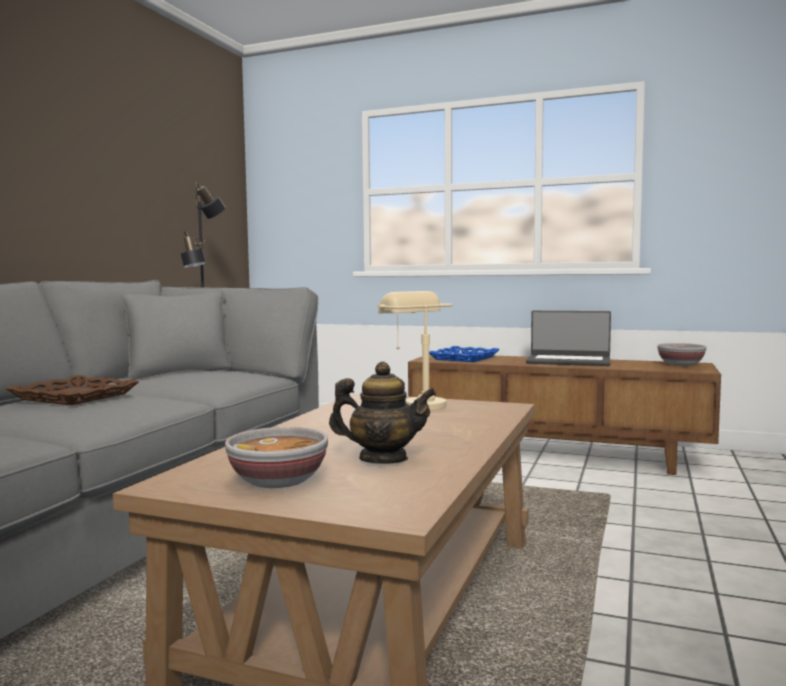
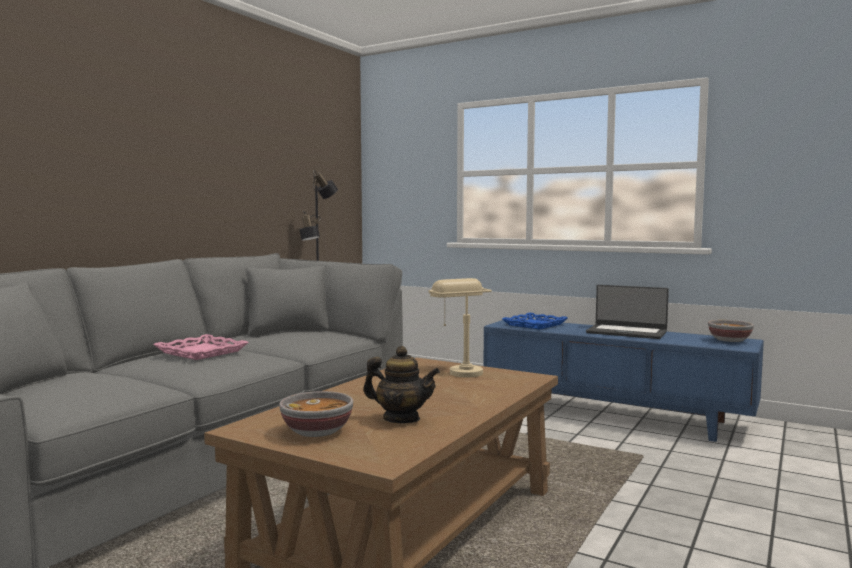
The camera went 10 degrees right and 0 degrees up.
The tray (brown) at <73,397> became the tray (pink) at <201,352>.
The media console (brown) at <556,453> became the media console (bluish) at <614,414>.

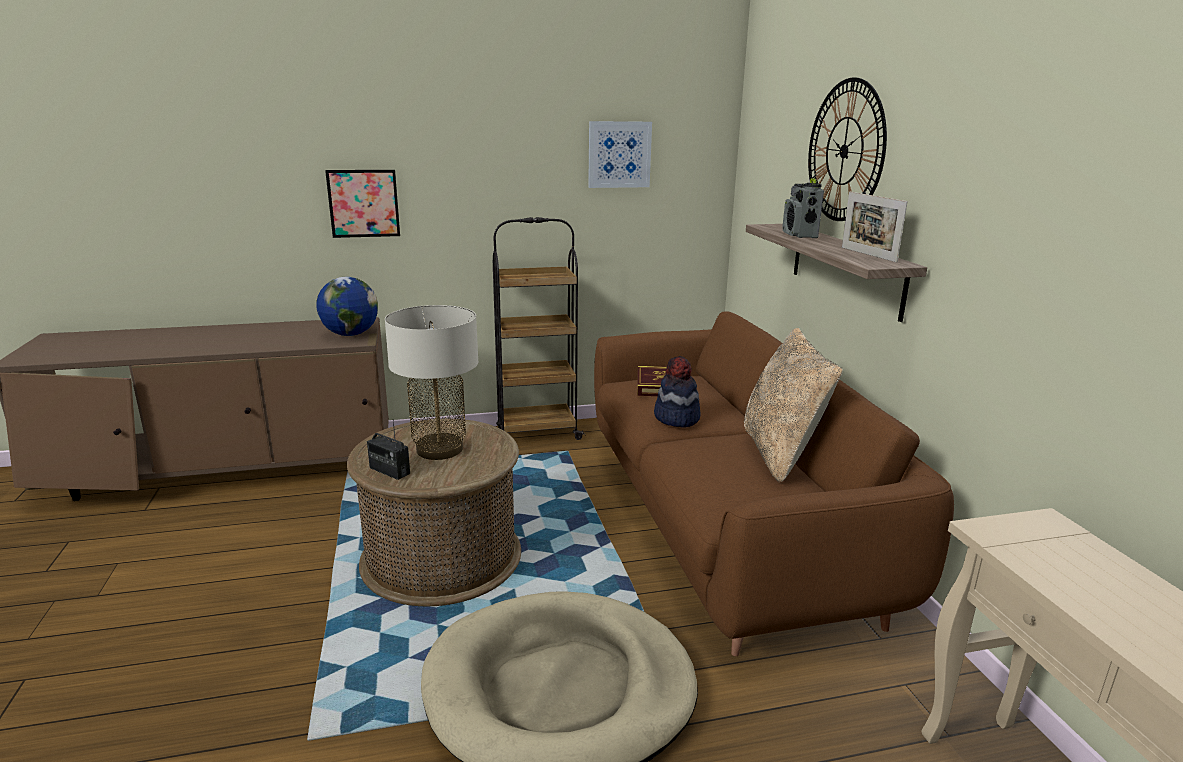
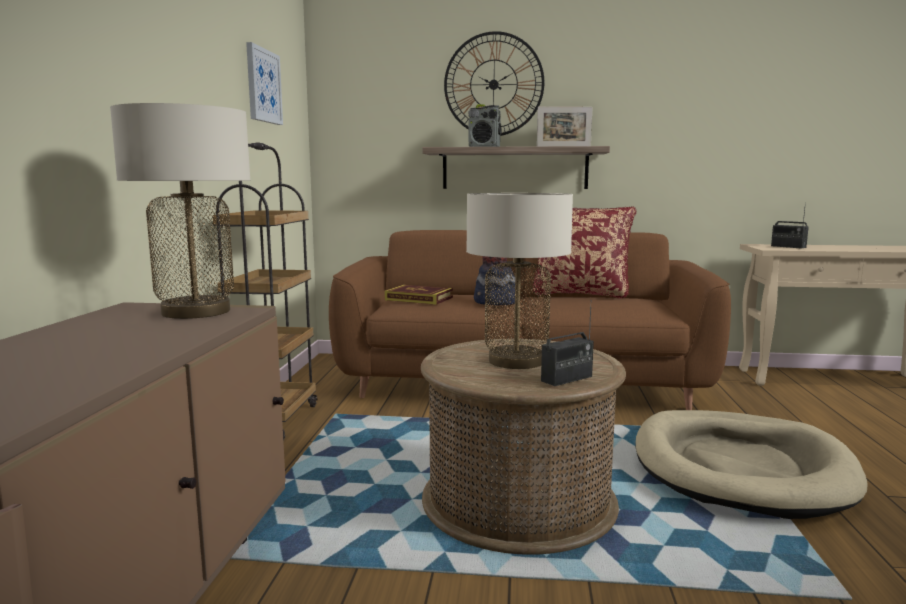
The camera went 70 degrees left and 10 degrees down.
The world globe at <350,334> was replaced by the tabletop lamp at <196,312>.
The picture at <363,203> disappeared.
The throw pillow (sand-coloured) at <779,458> became the throw pillow (red) at <581,295>.
The radio at <788,246> appeared.

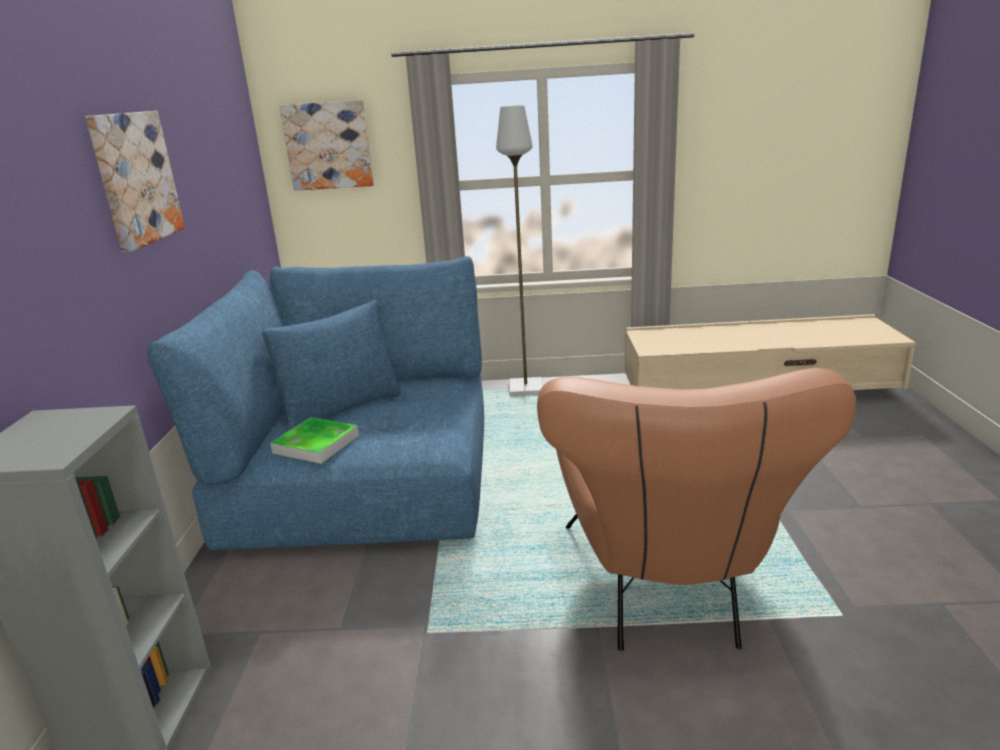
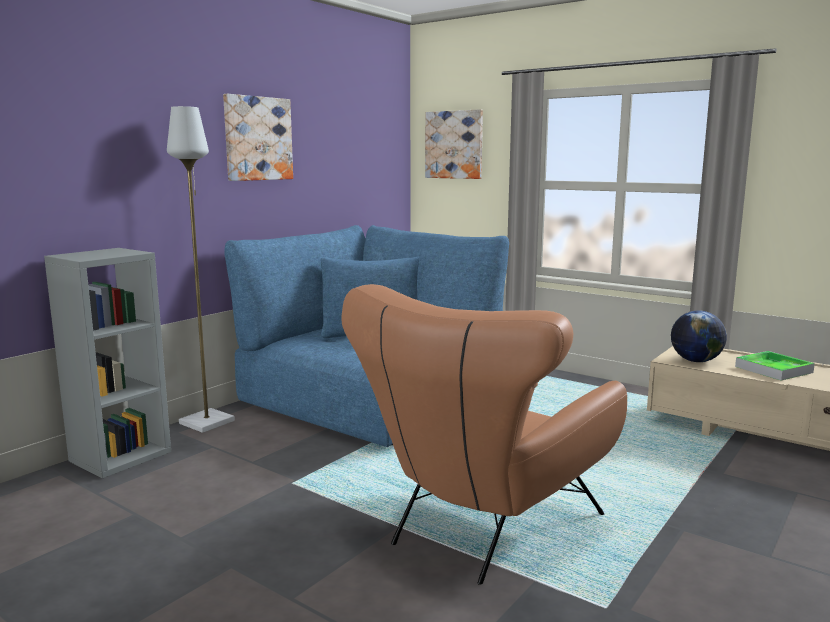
The camera went 35 degrees right and 10 degrees down.
The tray moved from <316,444> to <773,369>.
The floor lamp (greyish) moved from <525,388> to <207,422>.
The world globe at <695,361> appeared.

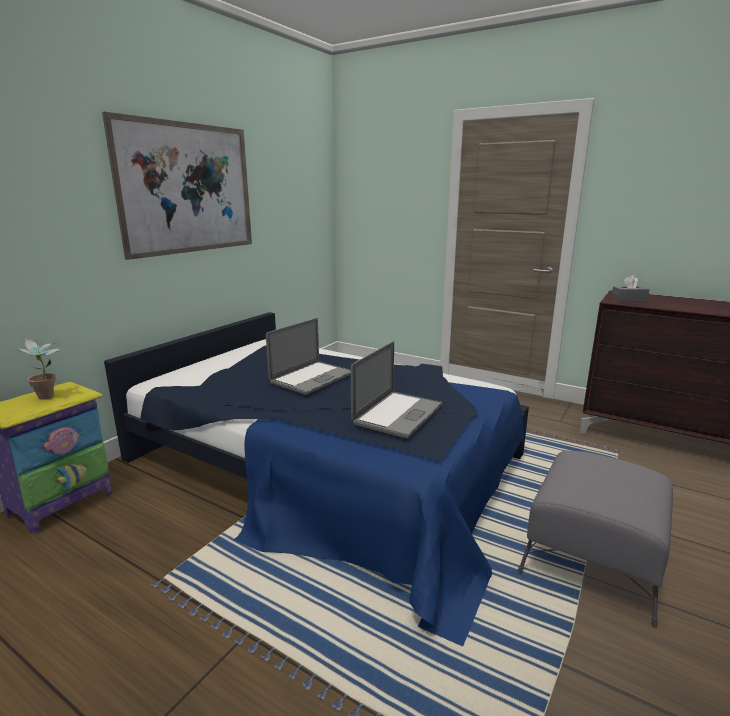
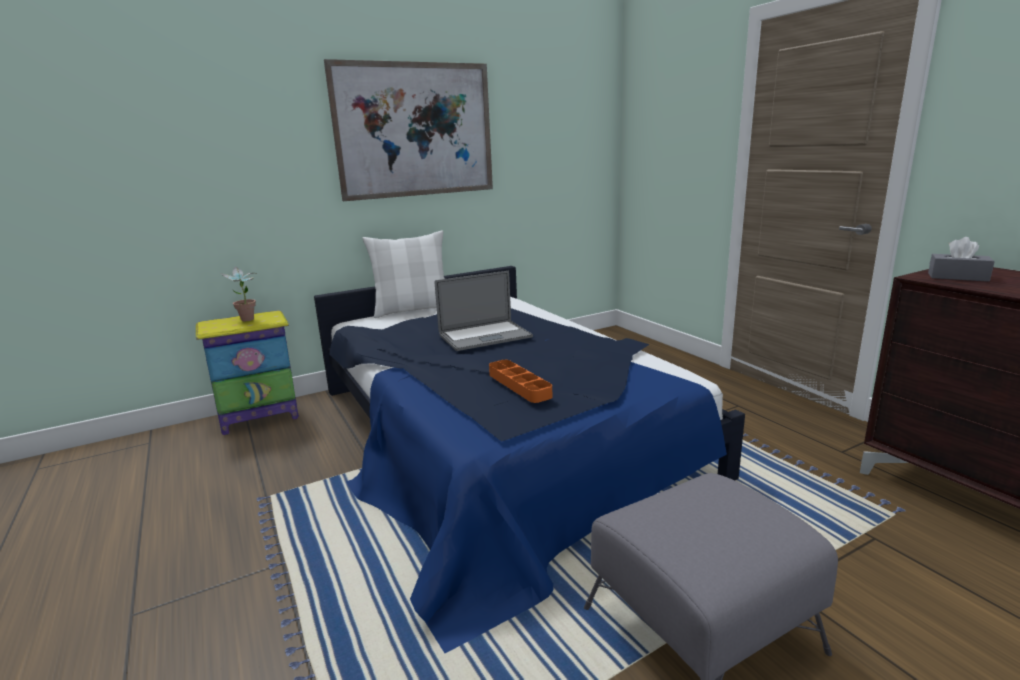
The camera went 30 degrees right and 0 degrees up.
The portable computer at <398,414> was replaced by the tray (orange-coloured) at <519,385>.
The throw pillow (whitish) at <413,310> appeared.

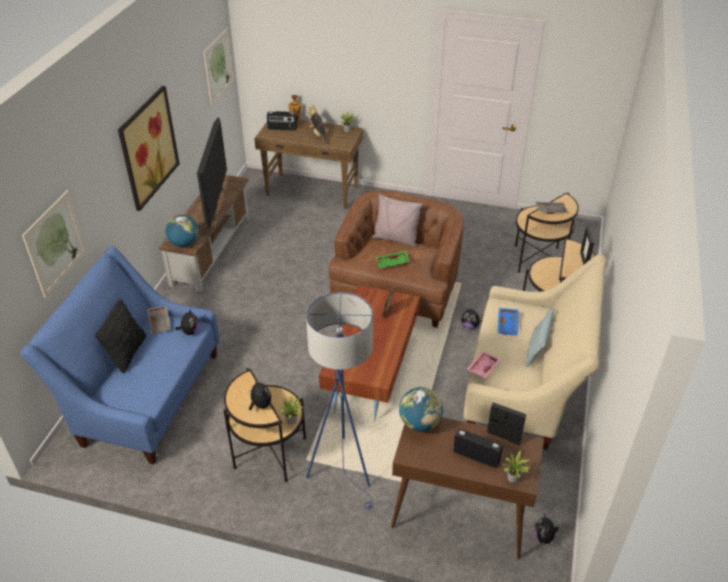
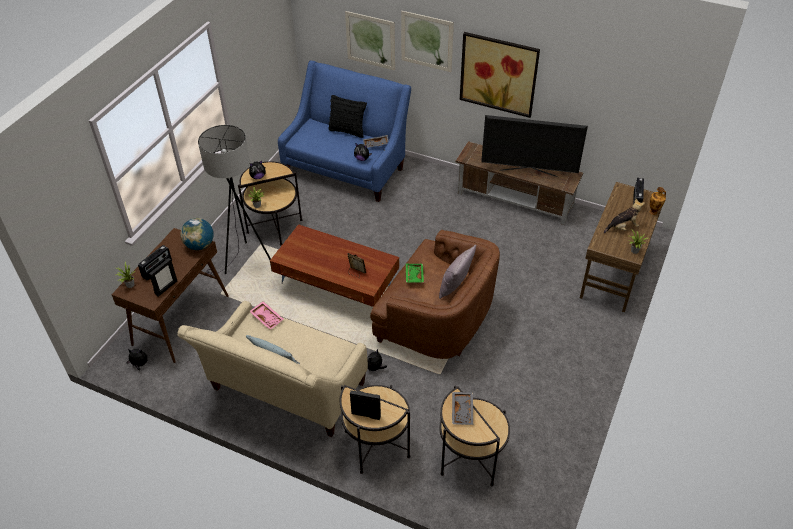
The camera went 100 degrees right and 5 degrees up.
The world globe at <184,243> disappeared.
The picture moved from <218,66> to <426,41>.
The floor lamp (bluish) at <344,469> became the floor lamp (greyish) at <245,262>.
The tray (bluish) at <508,325> disappeared.

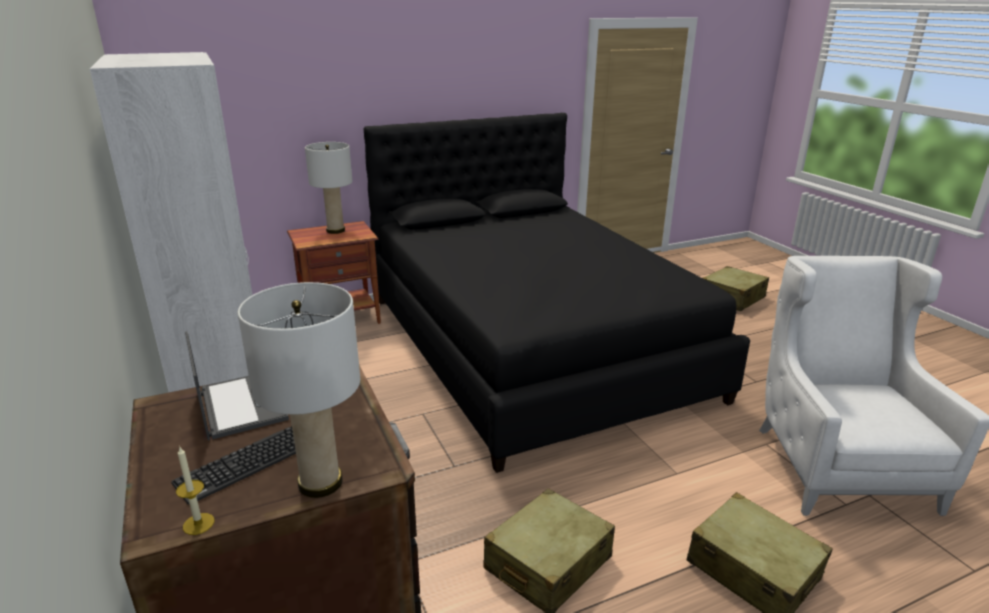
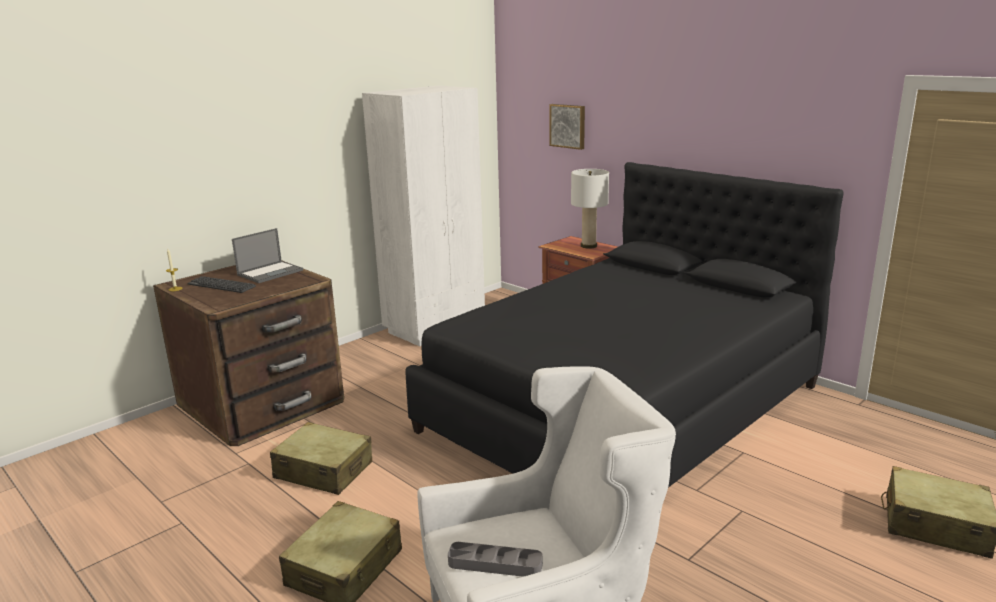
The camera went 70 degrees right and 5 degrees down.
The tabletop lamp (whitish) at <319,483> disappeared.
The tray (greyish) at <495,564> appeared.
The picture at <568,126> appeared.

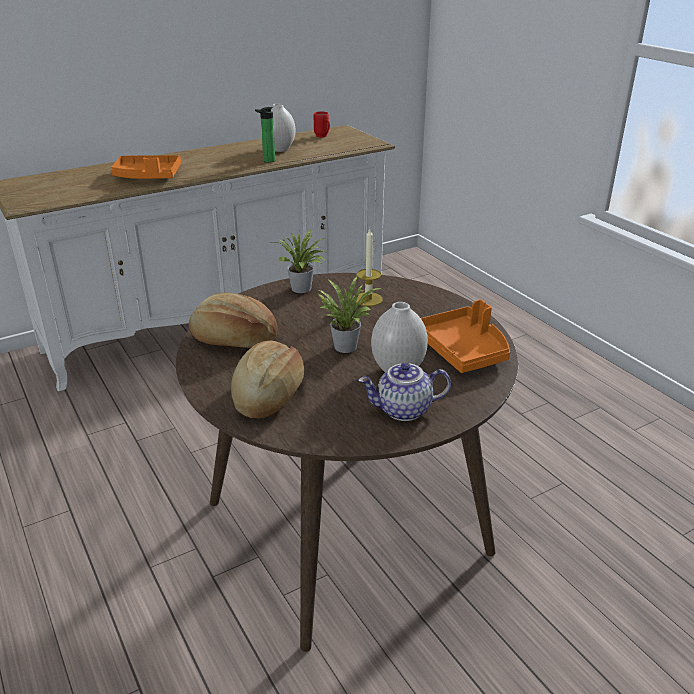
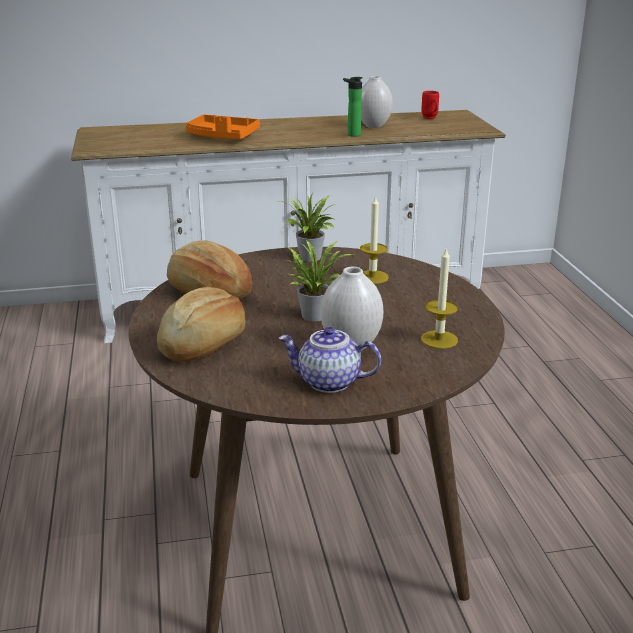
The camera went 20 degrees right and 5 degrees down.
The tray (orange-coloured) at <463,350> was replaced by the wax candle at <439,339>.

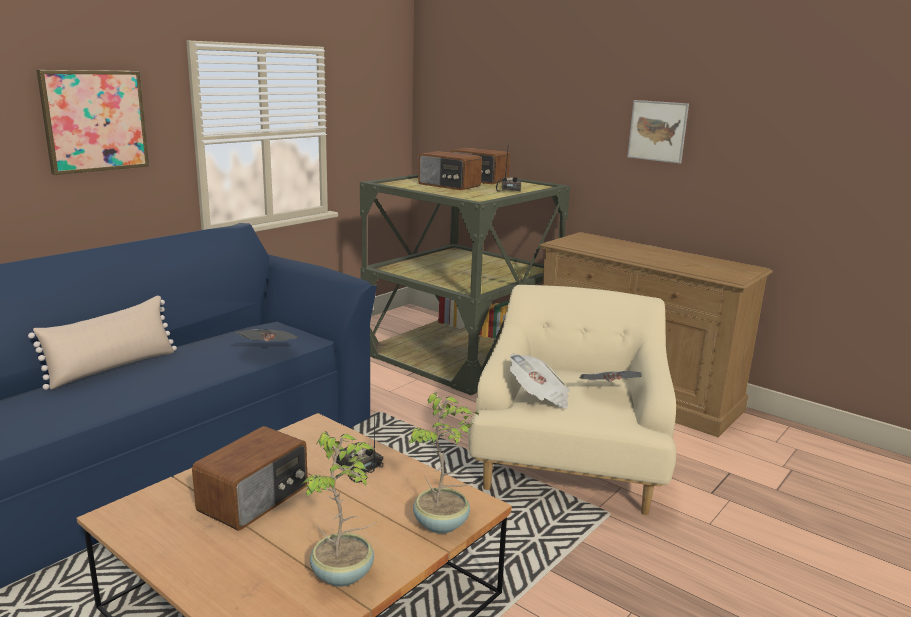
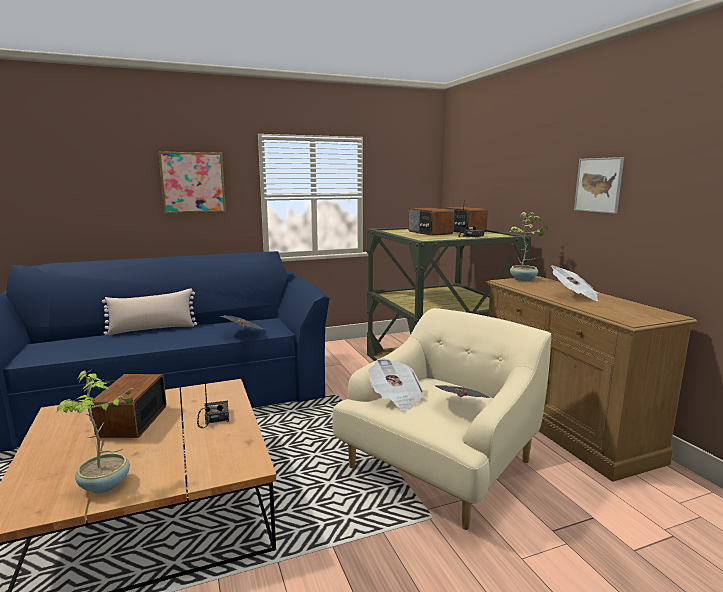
The camera went 30 degrees right and 5 degrees down.
The radio at <255,499> turned 120 degrees clockwise.
The plant in a pot moved from <442,524> to <523,279>.
The printed paper at <574,296> appeared.

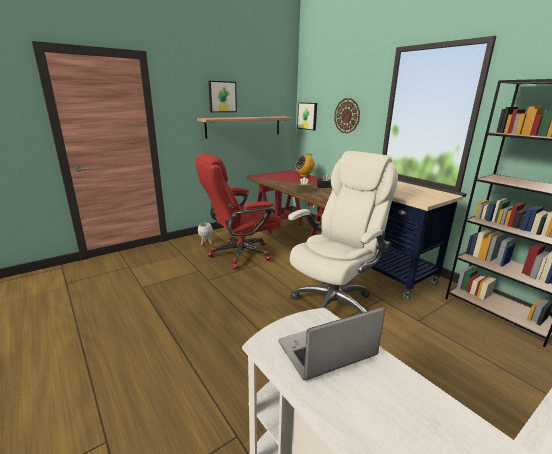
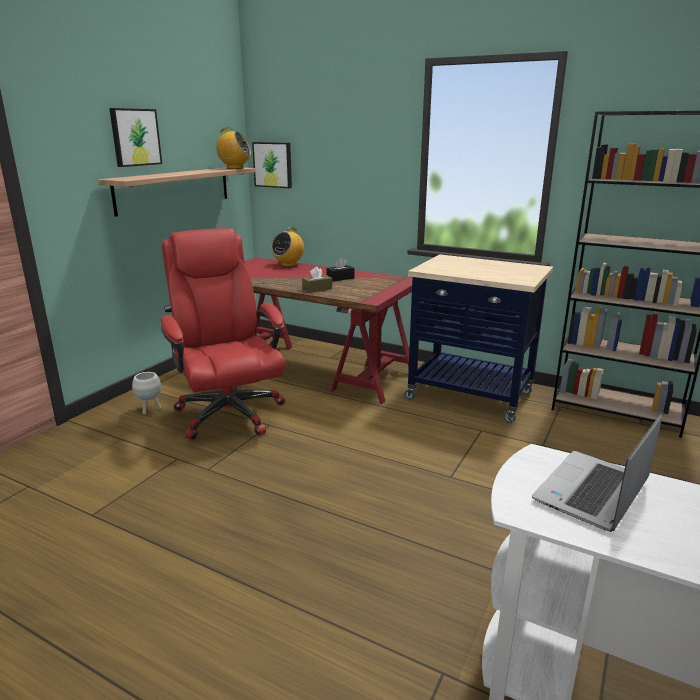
The camera went 25 degrees left and 0 degrees up.
The desk chair (red) at <241,254> turned 120 degrees clockwise.
The desk chair (whitish) at <334,303> disappeared.
The hanging clock at <347,116> disappeared.
The radio at <234,168> appeared.

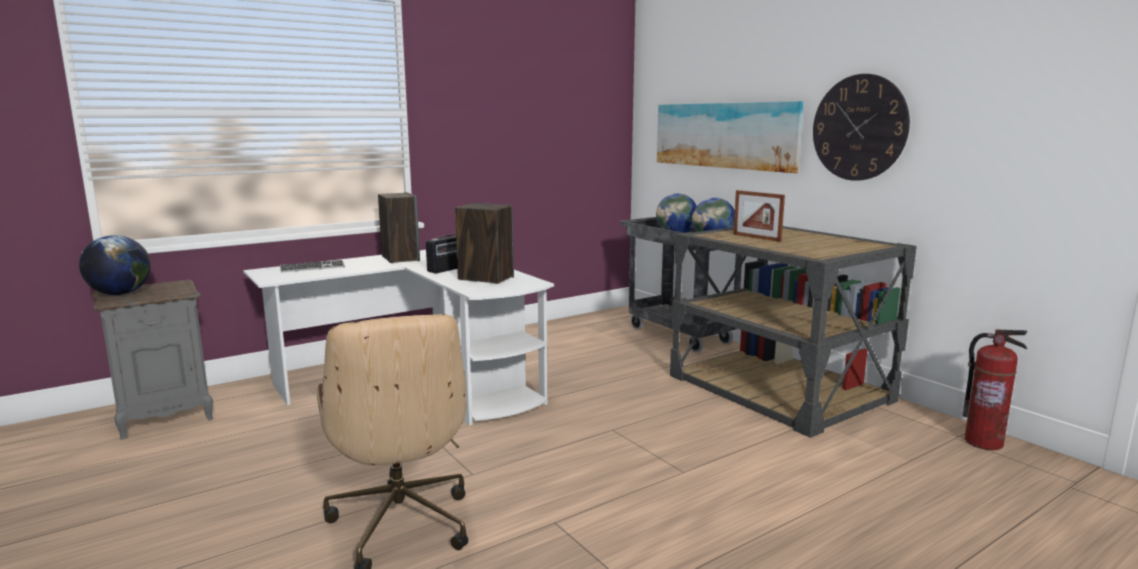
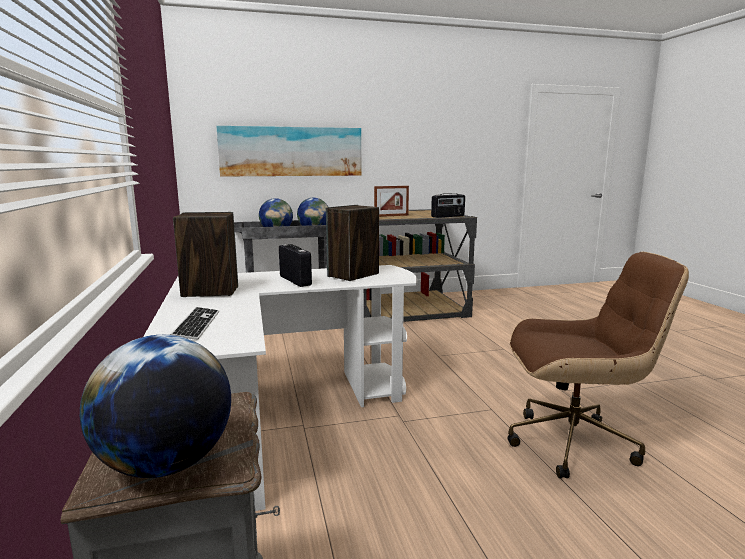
The camera went 70 degrees left and 0 degrees up.
The hanging clock at <859,128> disappeared.
The fire-fighting cylinder at <983,442> disappeared.
The radio at <448,216> appeared.

